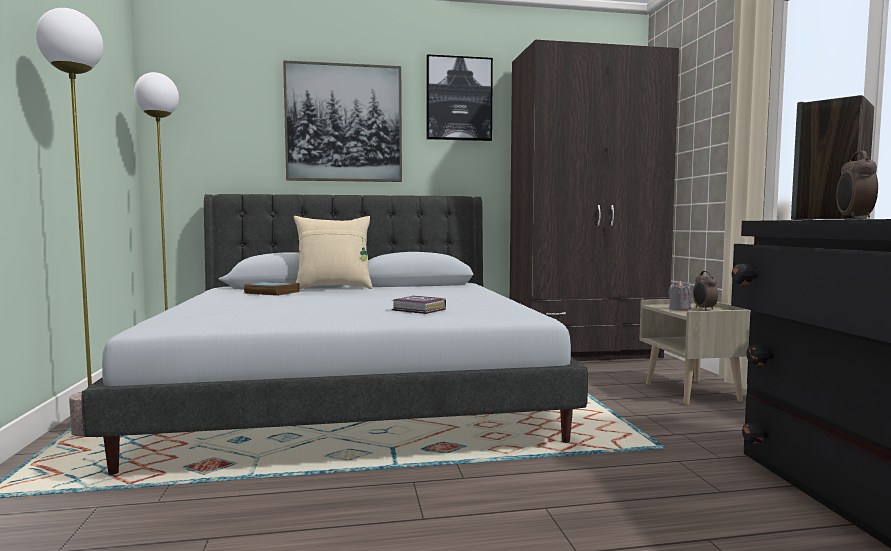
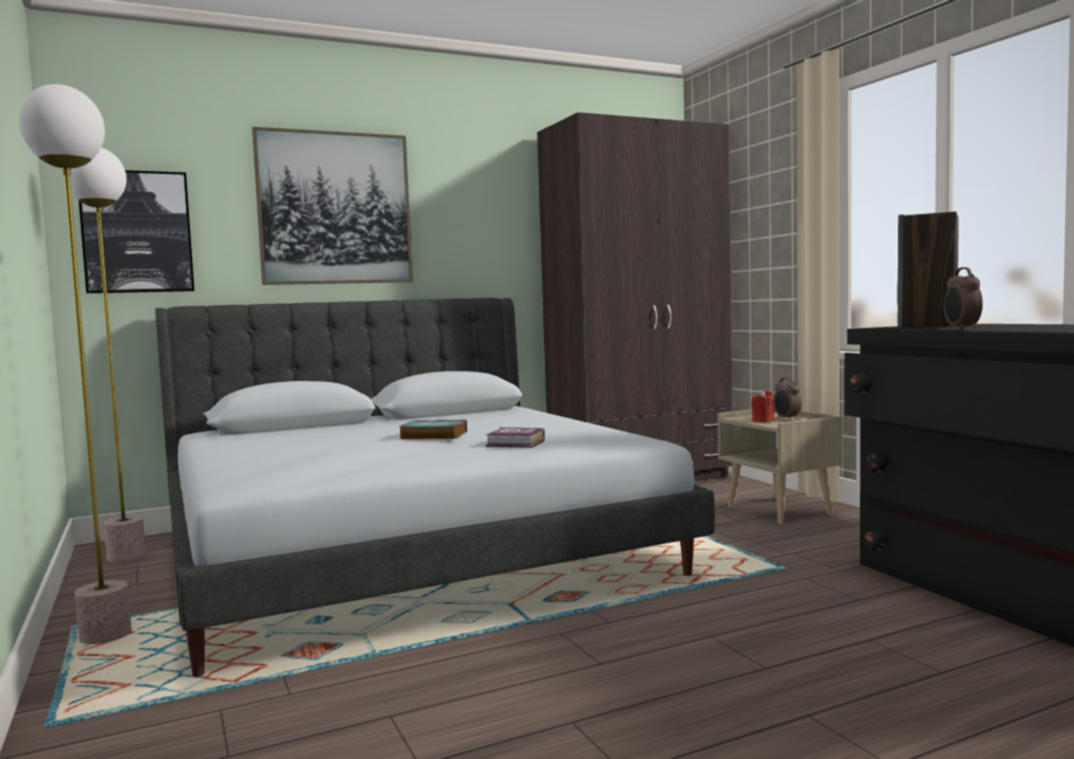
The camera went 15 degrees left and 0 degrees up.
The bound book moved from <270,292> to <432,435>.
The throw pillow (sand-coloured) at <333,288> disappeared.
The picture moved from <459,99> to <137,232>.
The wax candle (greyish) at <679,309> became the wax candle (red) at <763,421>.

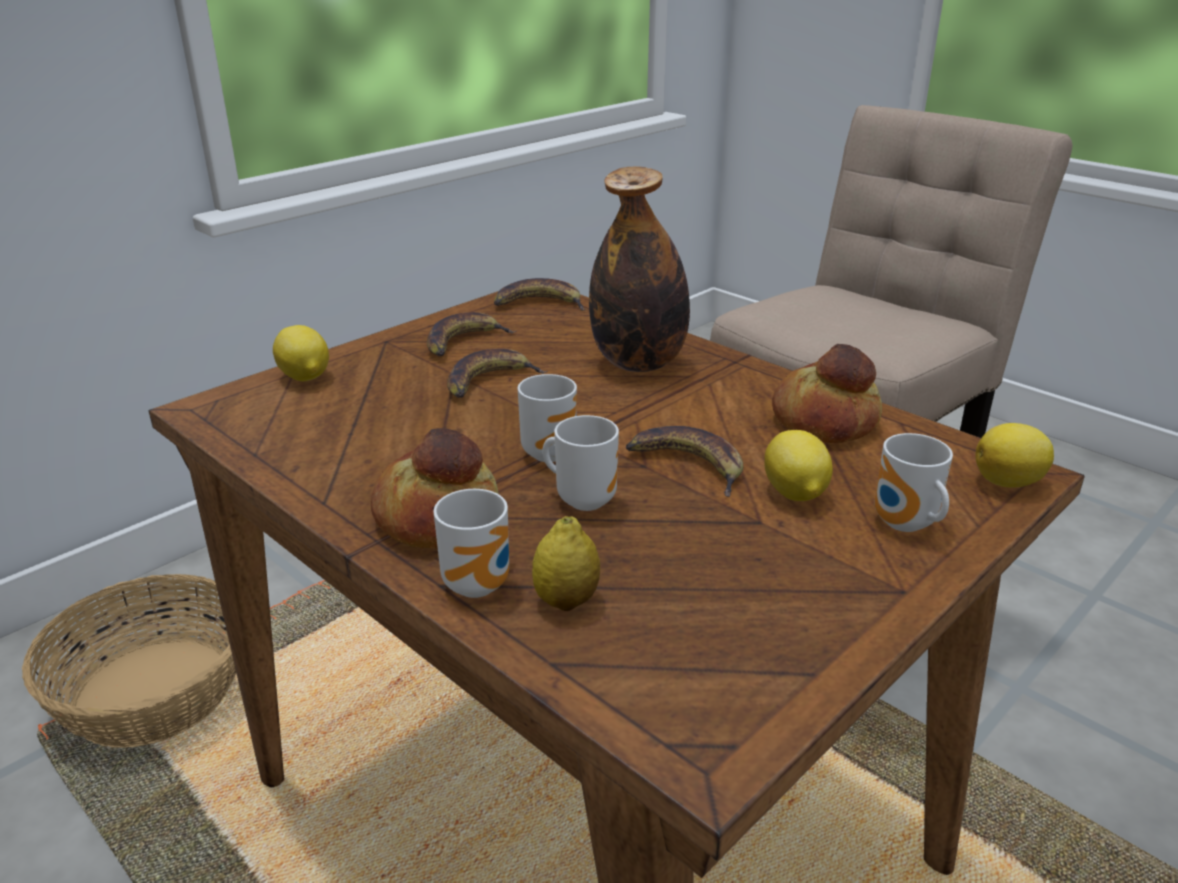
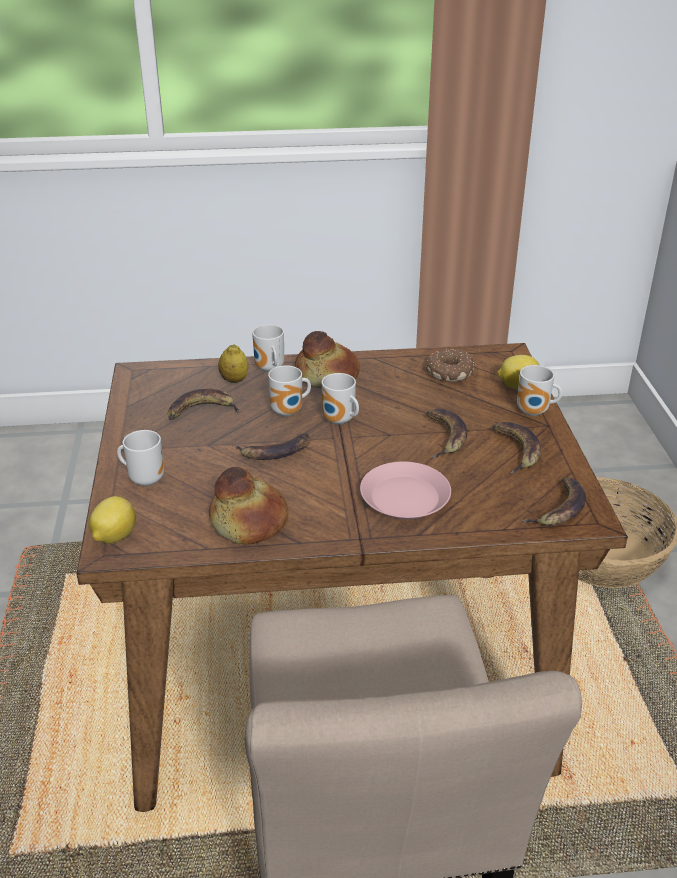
The camera went 130 degrees right and 5 degrees up.
The bottle at <638,363> was replaced by the dinner plate (pink) at <405,498>.
The lemon at <794,494> disappeared.
The banana fruit at <201,411> appeared.
The donut at <449,371> appeared.
The mug at <534,412> appeared.

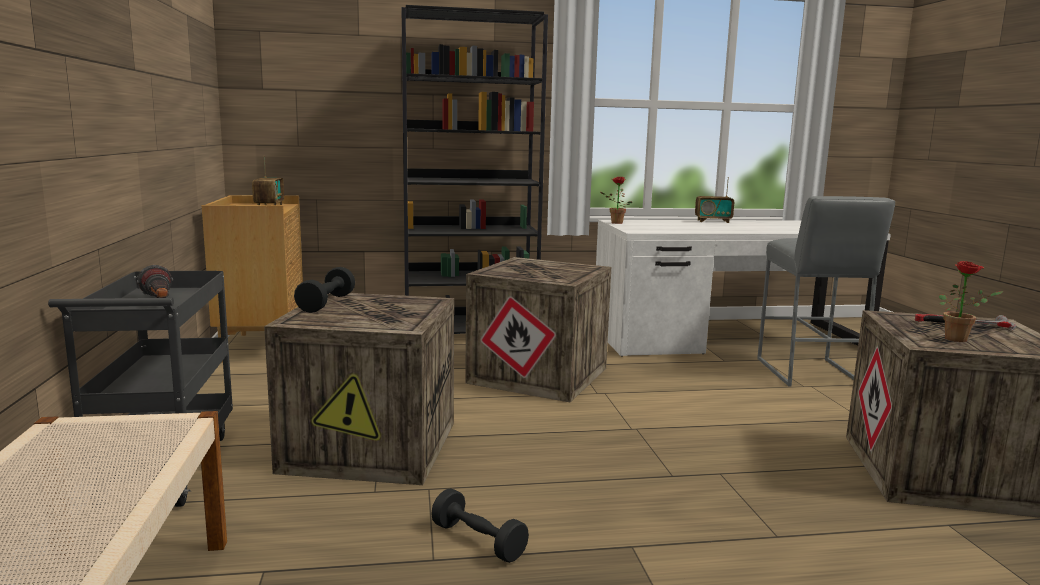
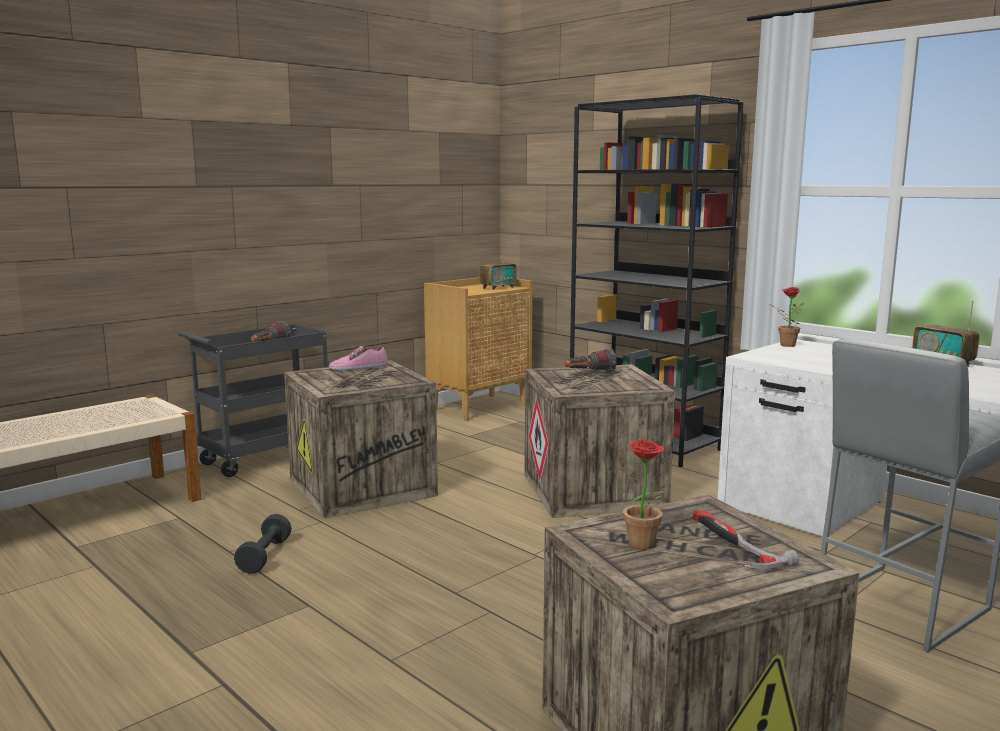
The camera went 55 degrees right and 0 degrees up.
The hand weight (black-coloured) at <326,303> was replaced by the low shoe at <358,367>.
The torch at <589,373> appeared.

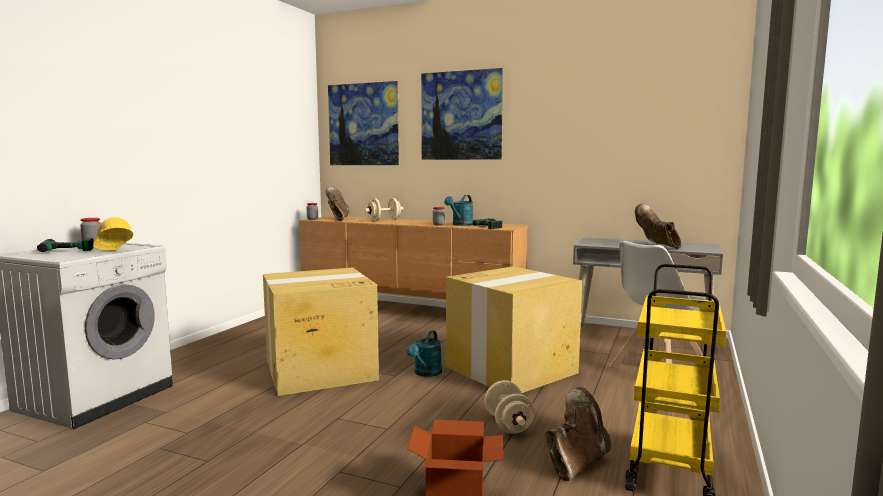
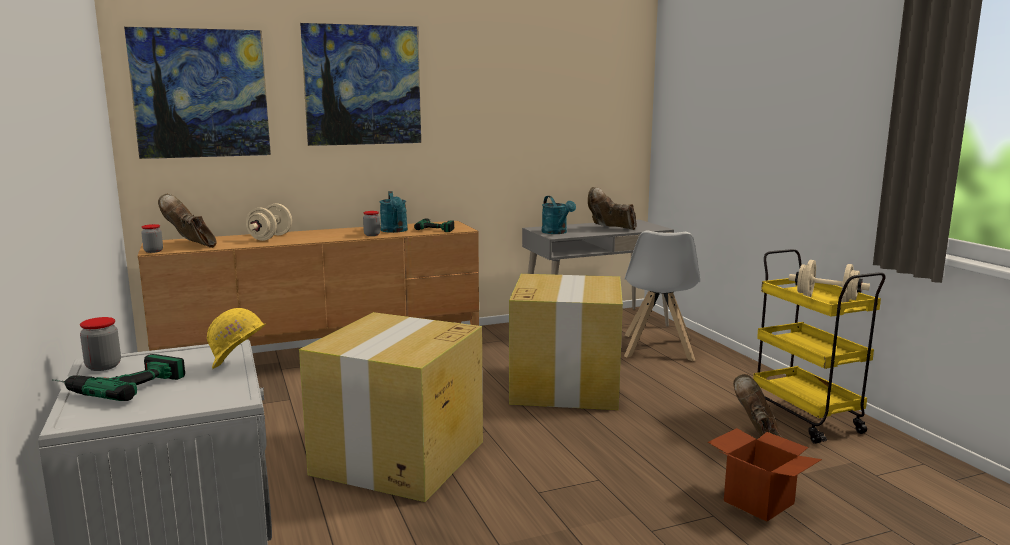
The camera went 45 degrees left and 5 degrees up.
The sprinkling can (turquoise-coloured) moved from <426,373> to <557,232>.
The hand weight (sand-coloured) moved from <508,424> to <826,301>.

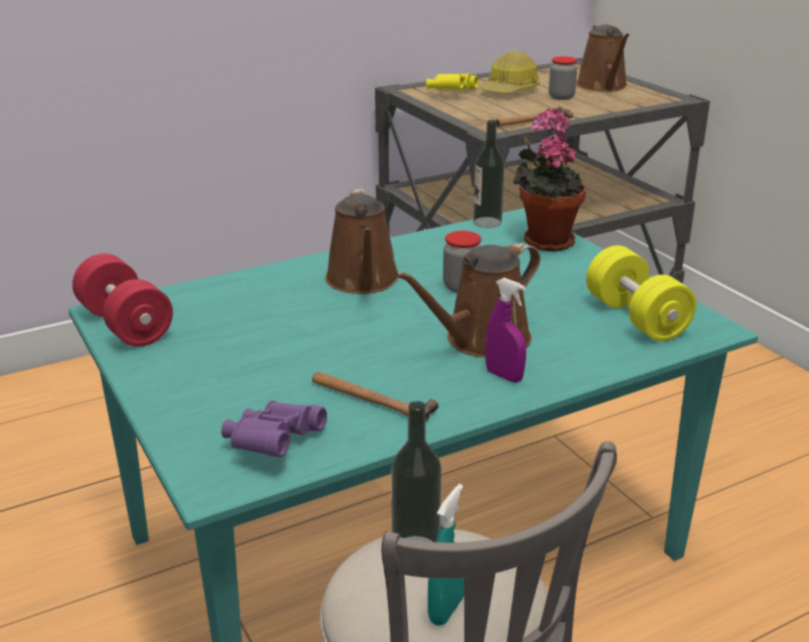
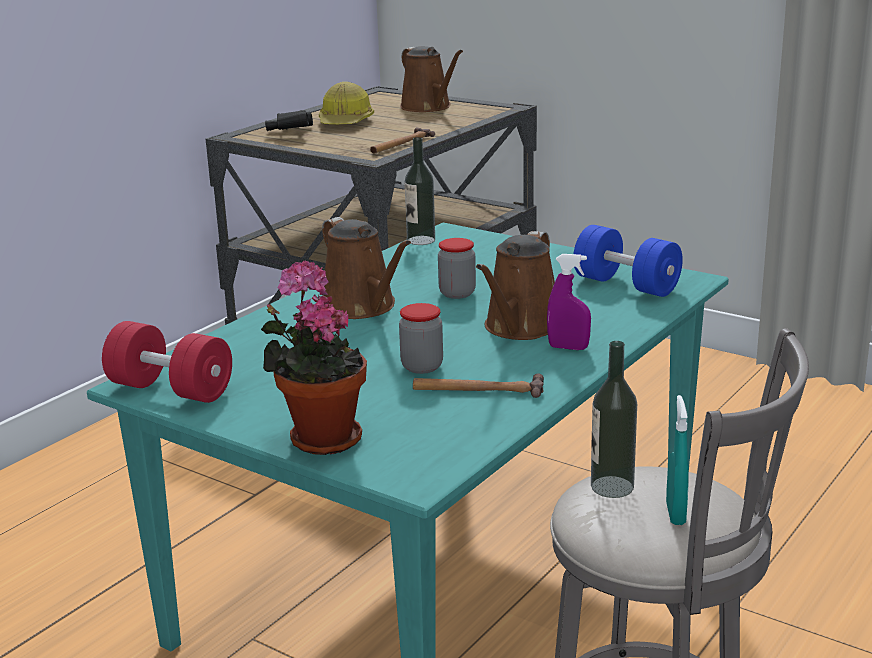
The camera went 25 degrees left and 5 degrees down.
The binoculars (purple-coloured) at <273,444> disappeared.
The binoculars (yellowish) at <451,93> became the binoculars (black-coloured) at <290,133>.
The plant in a pot moved from <545,240> to <320,438>.
The preserve jar moved from <561,97> to <422,367>.
The hand weight (yellowish) at <636,318> became the hand weight (bluish) at <626,285>.

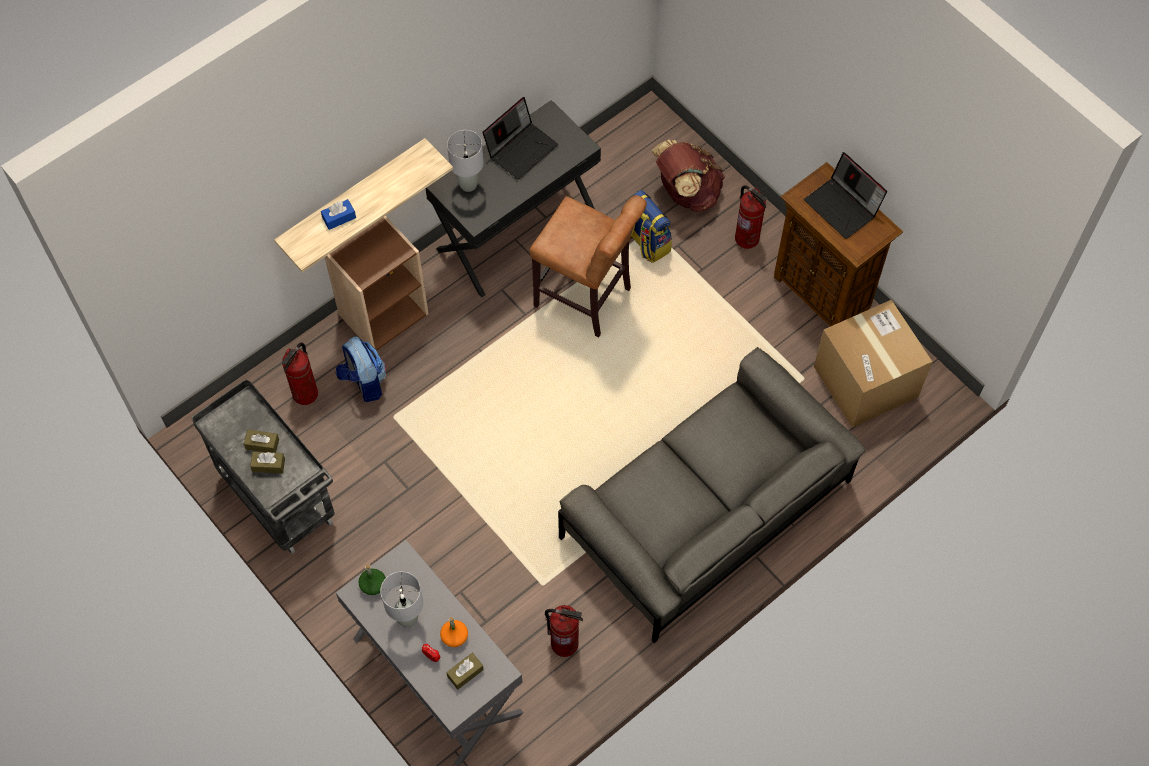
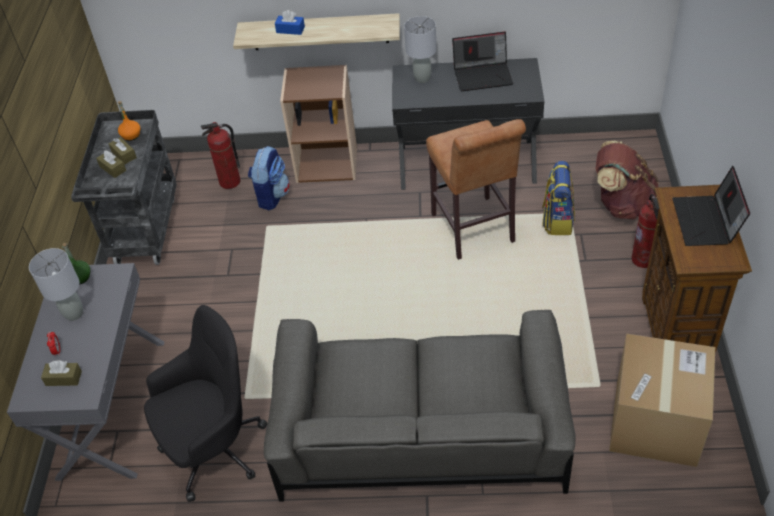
The camera went 45 degrees right and 15 degrees down.
The bottle (orange-coloured) moved from <454,636> to <131,135>.
The fire-fighting cylinder at <564,643> was replaced by the desk chair (black-coloured) at <216,451>.

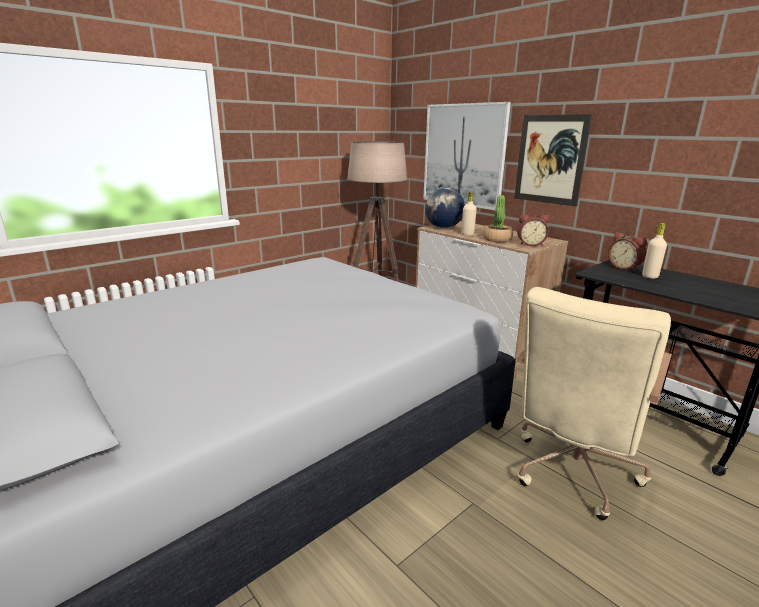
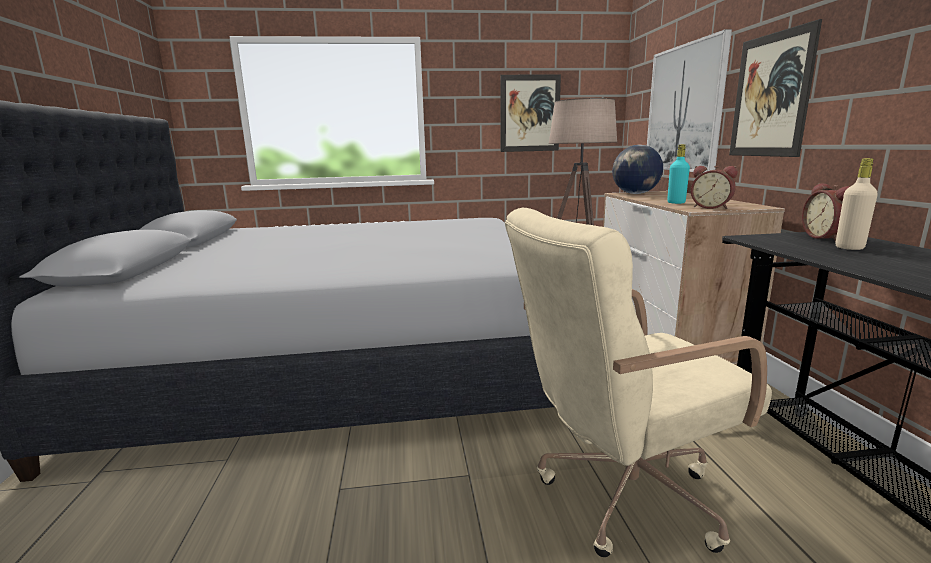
The camera went 35 degrees right and 5 degrees down.
The bottle (sand-coloured) at <467,234> disappeared.
The plant in a pot at <497,239> was replaced by the bottle (turquoise-coloured) at <676,203>.
The picture at <530,113> appeared.

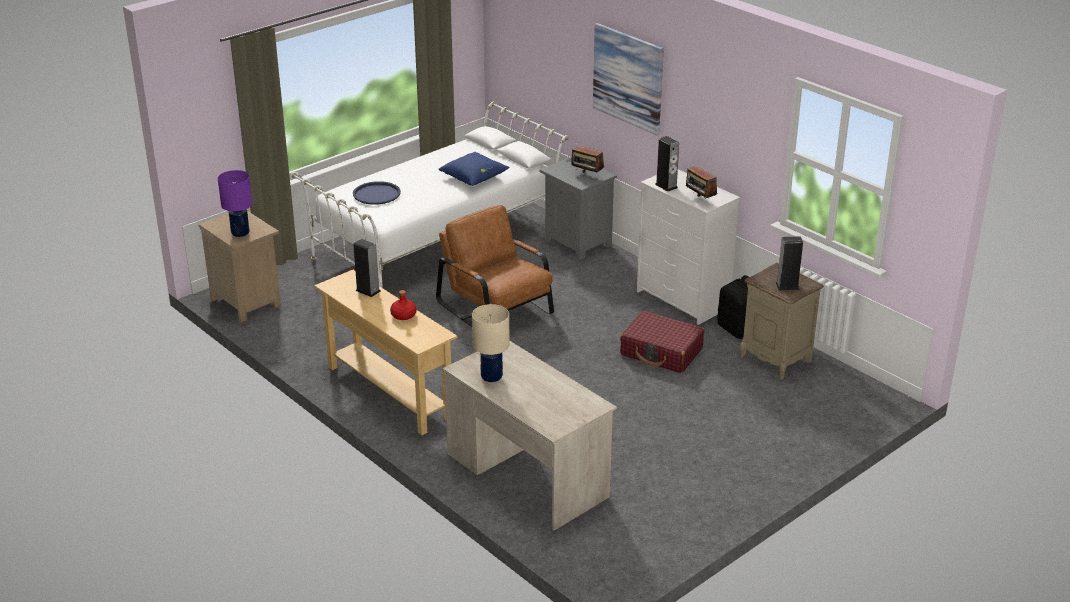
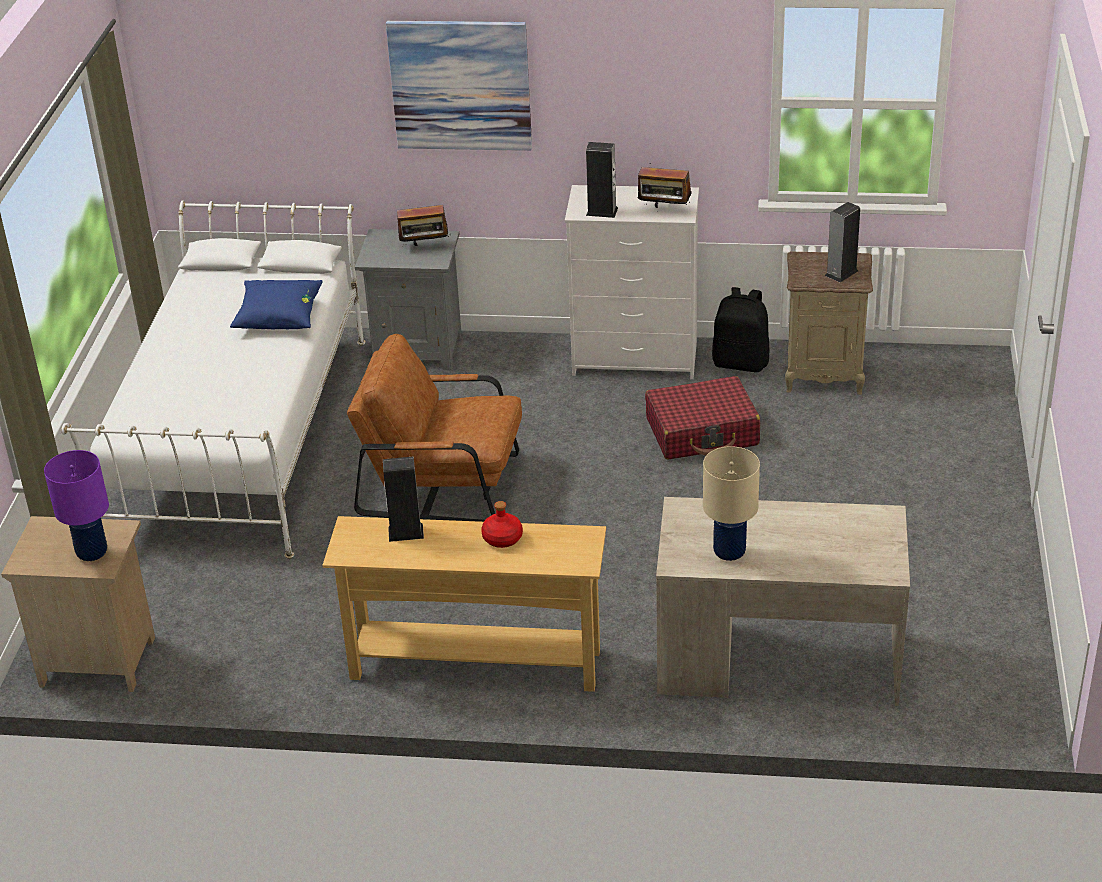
The camera went 40 degrees left and 5 degrees up.
The tray (bluish) at <376,194> disappeared.

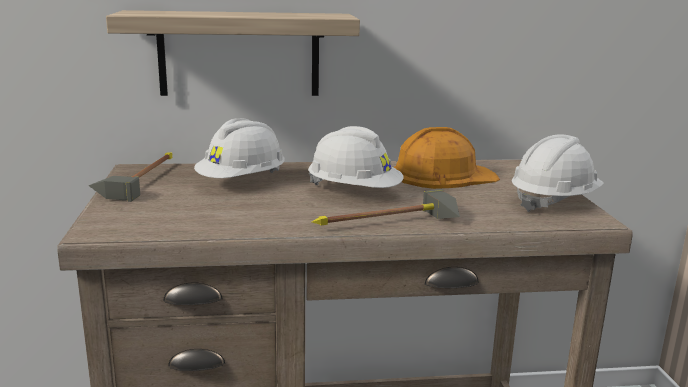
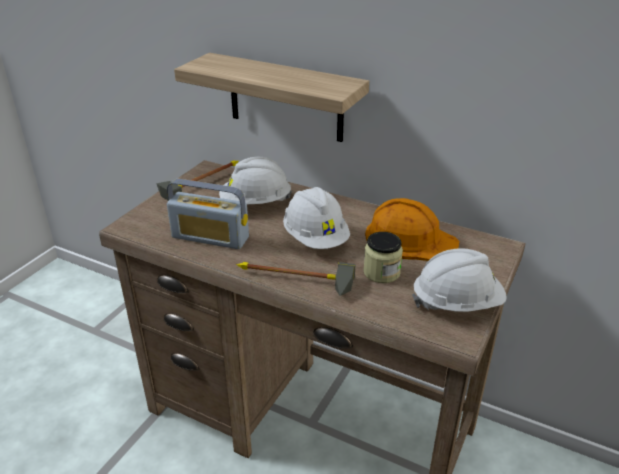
The camera went 35 degrees right and 15 degrees up.
The radio at <210,237> appeared.
The preserve jar at <381,272> appeared.

